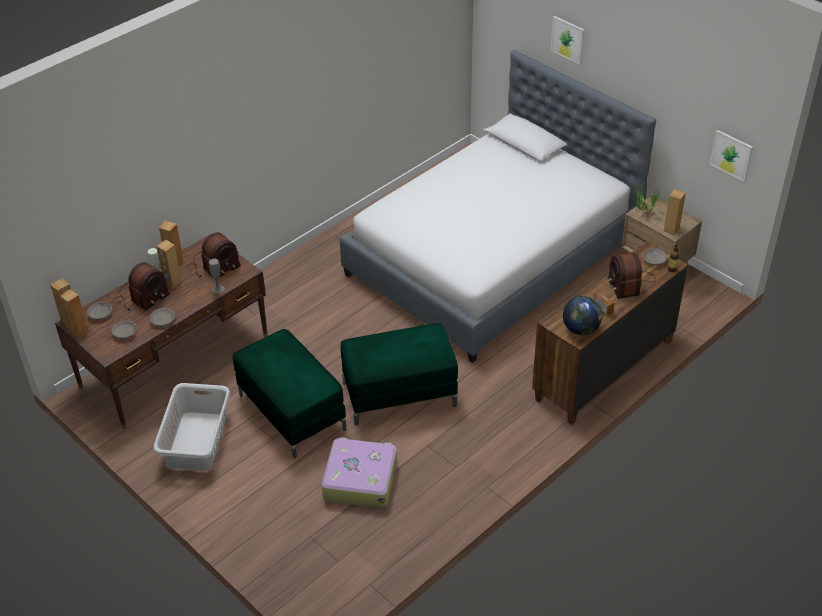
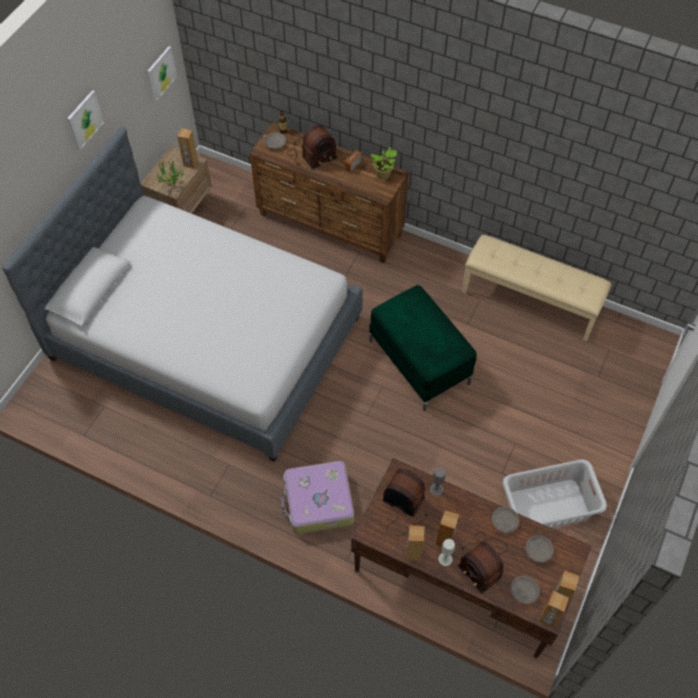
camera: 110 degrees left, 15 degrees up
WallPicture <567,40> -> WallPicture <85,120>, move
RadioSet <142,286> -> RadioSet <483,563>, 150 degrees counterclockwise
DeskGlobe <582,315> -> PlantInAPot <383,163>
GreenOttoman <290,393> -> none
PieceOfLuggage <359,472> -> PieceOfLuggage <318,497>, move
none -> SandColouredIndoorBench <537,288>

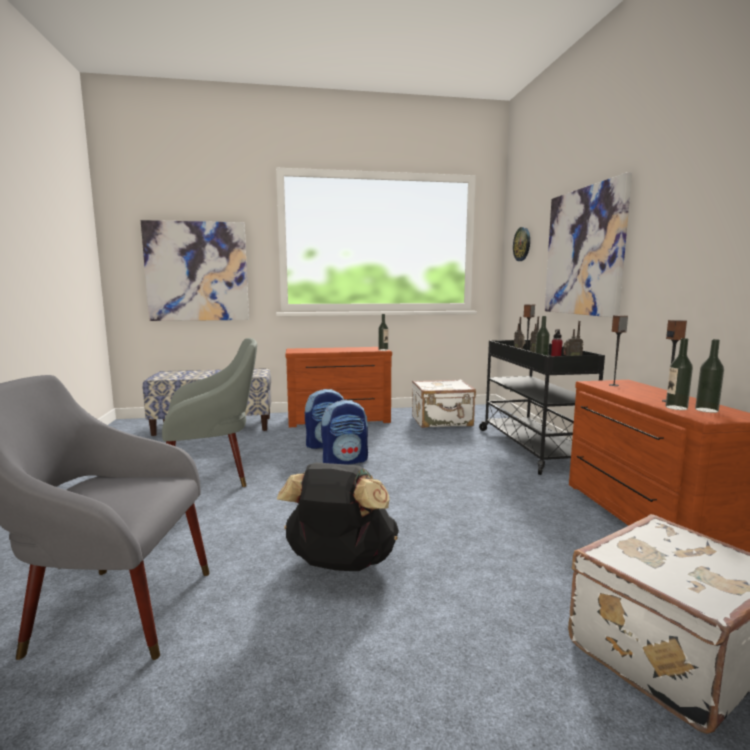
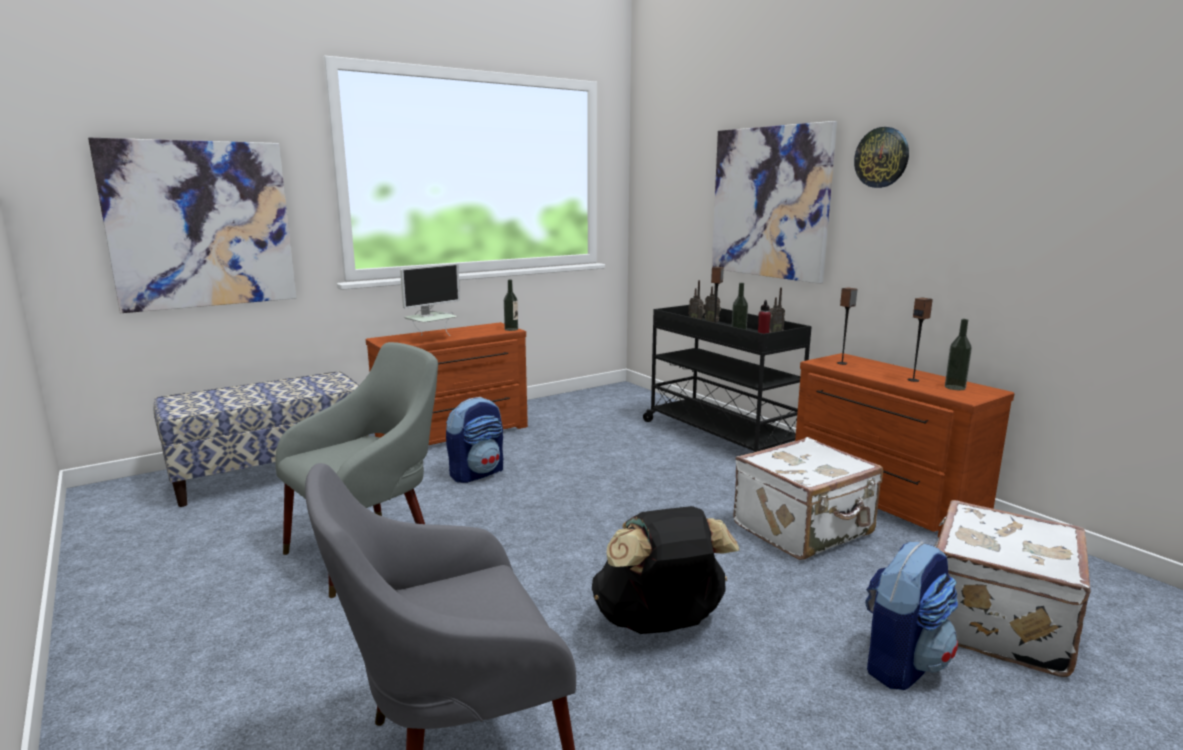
camera: 25 degrees left, 5 degrees up
HangingClock <521,244> -> HangingClock <881,157>, move
Bottle <679,374> -> none
WhitePieceOfLuggage <444,403> -> WhitePieceOfLuggage <808,498>, move
Backpack <344,432> -> Backpack <911,615>, move
none -> ComputerScreen <430,299>

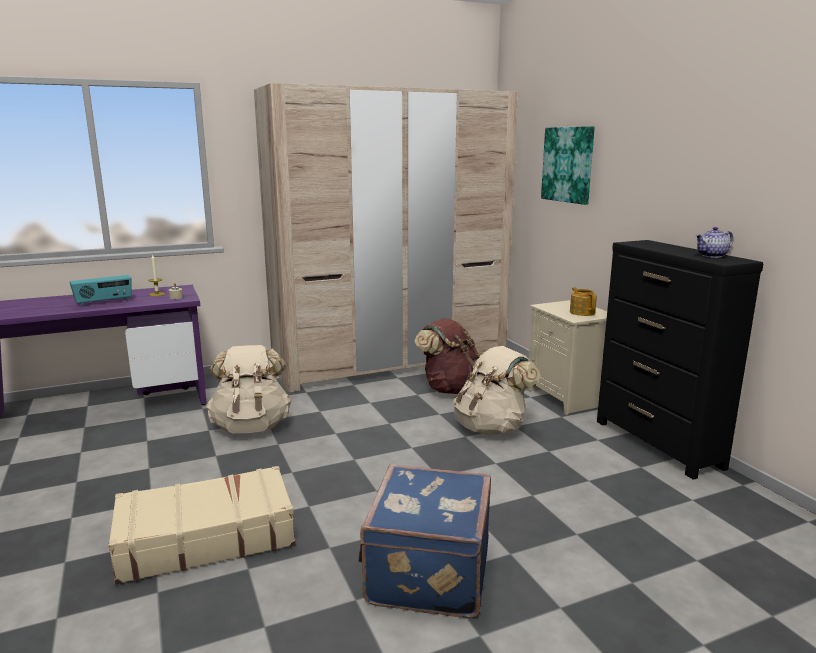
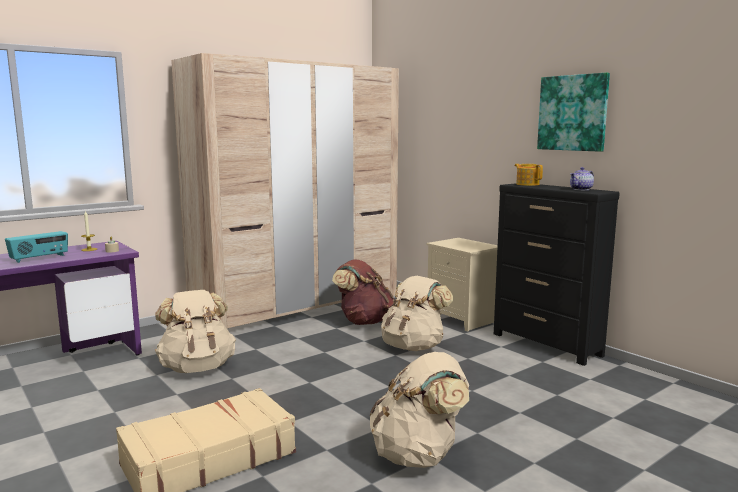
camera: 15 degrees left, 5 degrees down
WallPicture <568,165> -> WallPicture <573,112>, move
TeaPot <583,301> -> TeaPot <529,175>, move
BluishPieceOfLuggage <424,541> -> SandColouredBackpack <419,410>

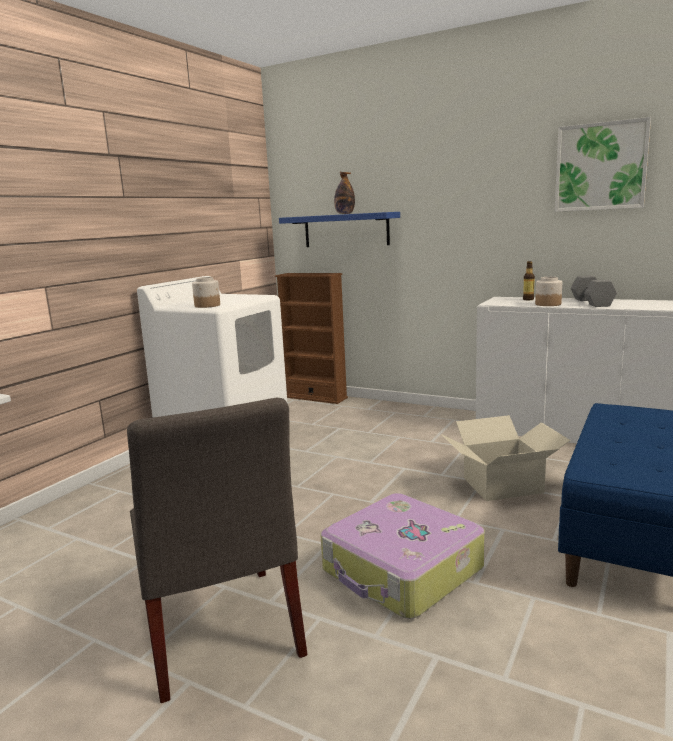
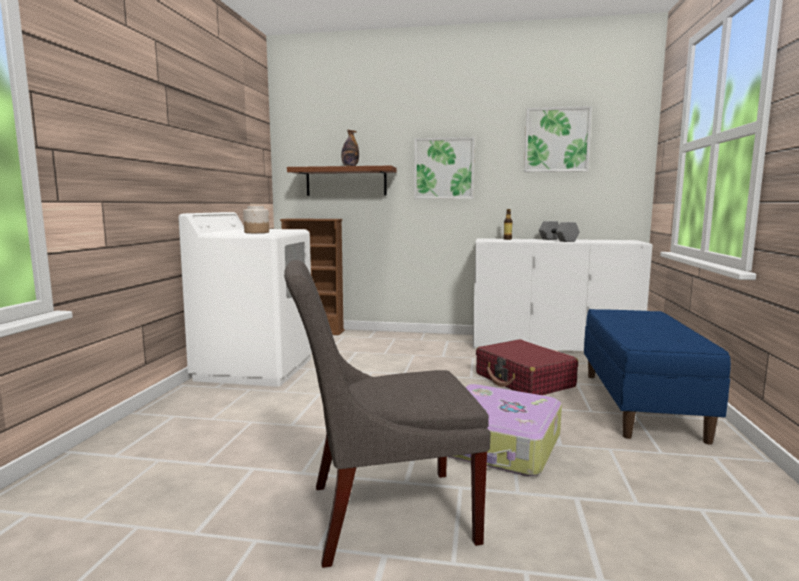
camera: 20 degrees left, 5 degrees down
BluishWallShelf <339,229> -> BrownColouredWallShelf <342,181>
Jar <548,291> -> none
GrayChair <217,550> -> GrayChair <387,414>, 120 degrees clockwise
Carton <506,458> -> RedPieceOfLuggage <527,367>
none -> WallPicture <444,168>

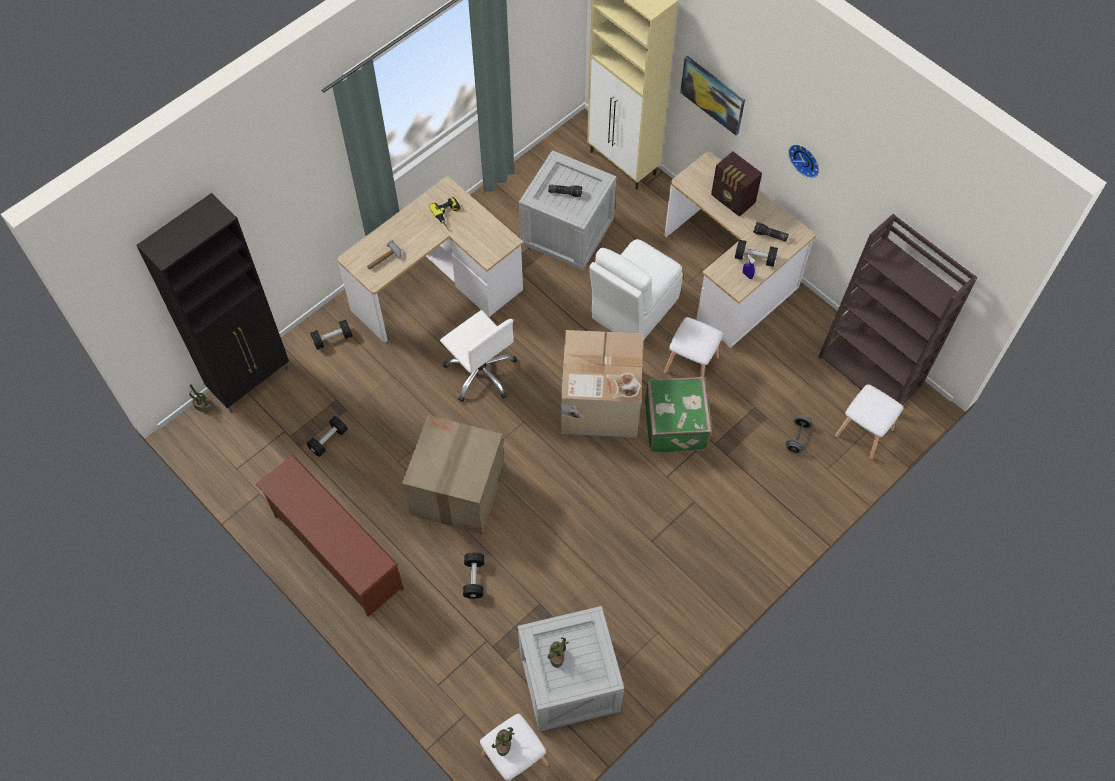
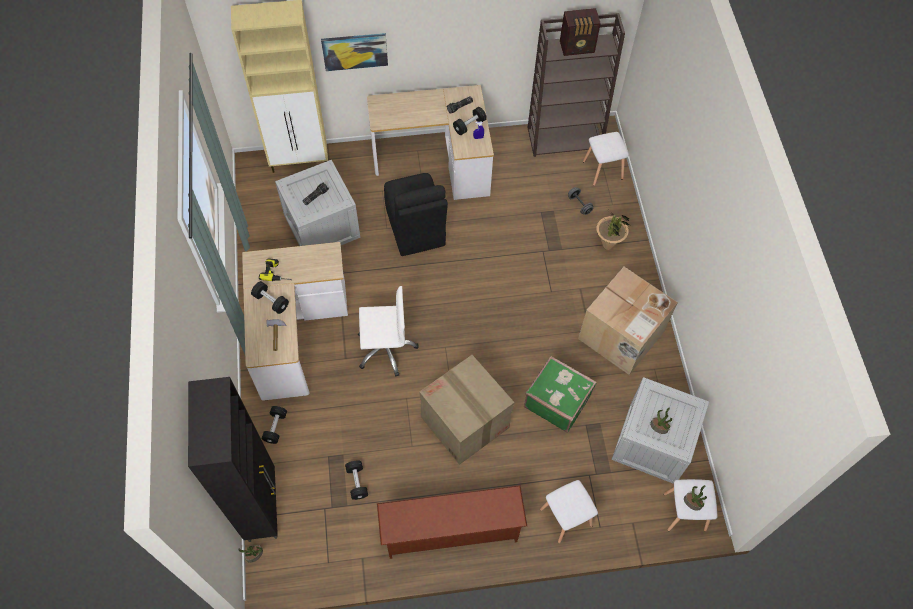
camera: 55 degrees left, 0 degrees up
HangingClock <803,161> -> none
RadioSet <736,184> -> RadioSet <580,32>, move
WhiteChair <636,289> -> BlackColouredChair <416,214>
WhiteStool <693,347> -> WhiteStool <569,511>, move
Carton <602,384> -> Carton <628,321>, move
GreenPieceOfLuggage <679,415> -> GreenPieceOfLuggage <560,394>, move
BlackColouredFreeWeight <473,576> -> BlackColouredFreeWeight <270,297>, move
none -> PlantInAPot <613,230>

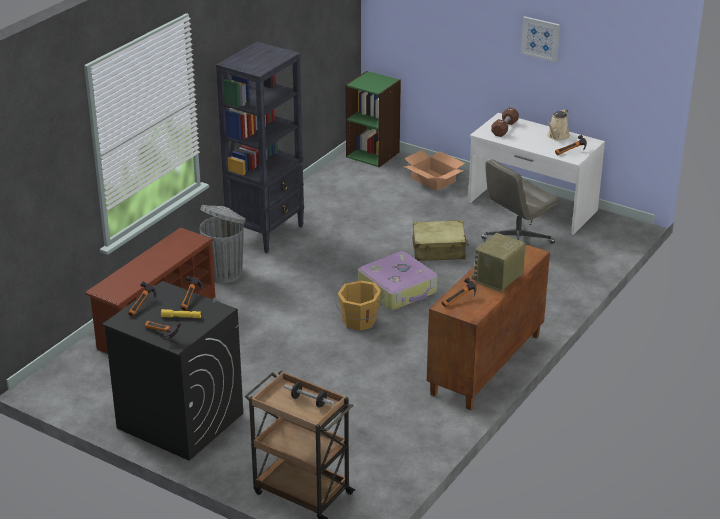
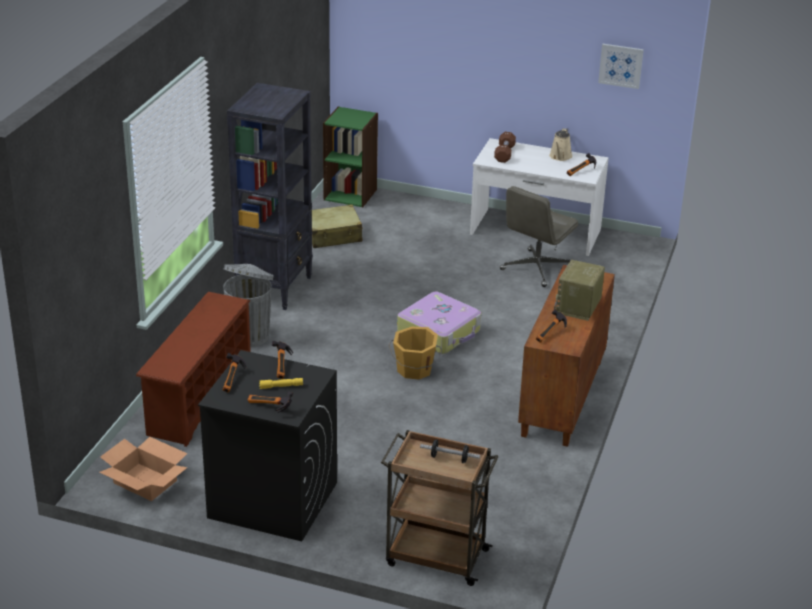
camera: 15 degrees left, 0 degrees up
WallPicture <540,39> -> WallPicture <621,66>, move
Carton <434,170> -> Carton <143,469>, move
SandColouredPieceOfLuggage <440,240> -> SandColouredPieceOfLuggage <337,226>, move

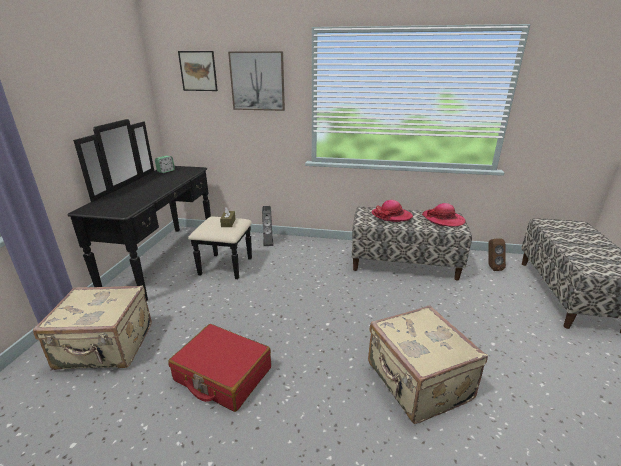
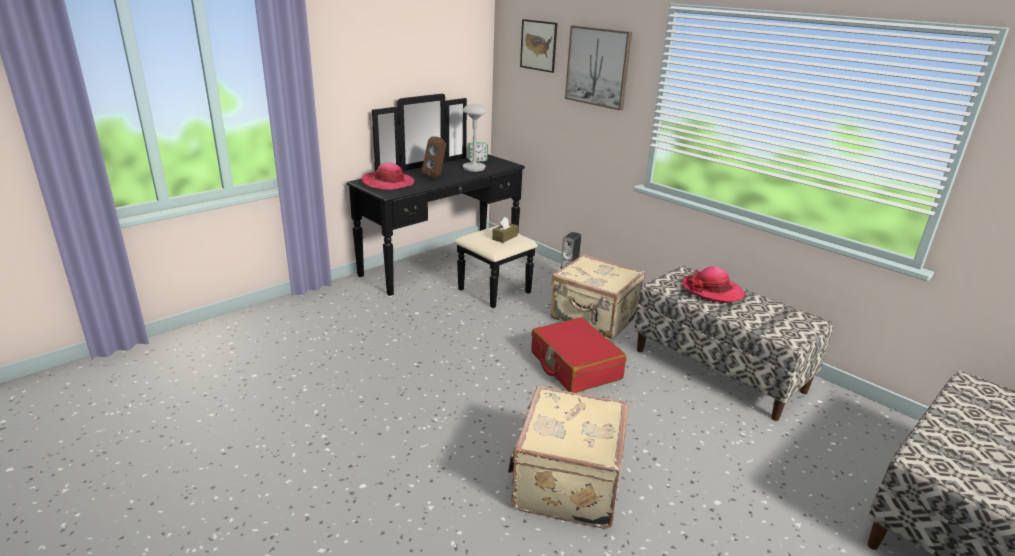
camera: 35 degrees right, 0 degrees up
WearableHat <444,215> -> WearableHat <388,176>, move
BrownColouredSpeaker <497,254> -> BrownColouredSpeaker <434,157>, move
SandColouredPieceOfLuggage <92,327> -> SandColouredPieceOfLuggage <598,296>, move
RedPieceOfLuggage <219,368> -> RedPieceOfLuggage <578,355>, move
none -> GrayLampForATable <475,138>

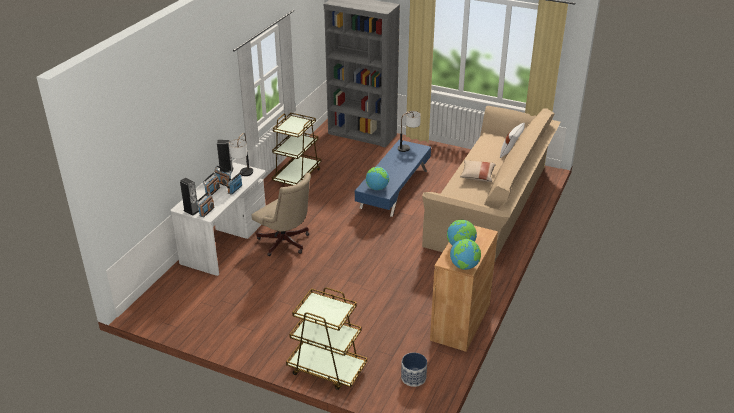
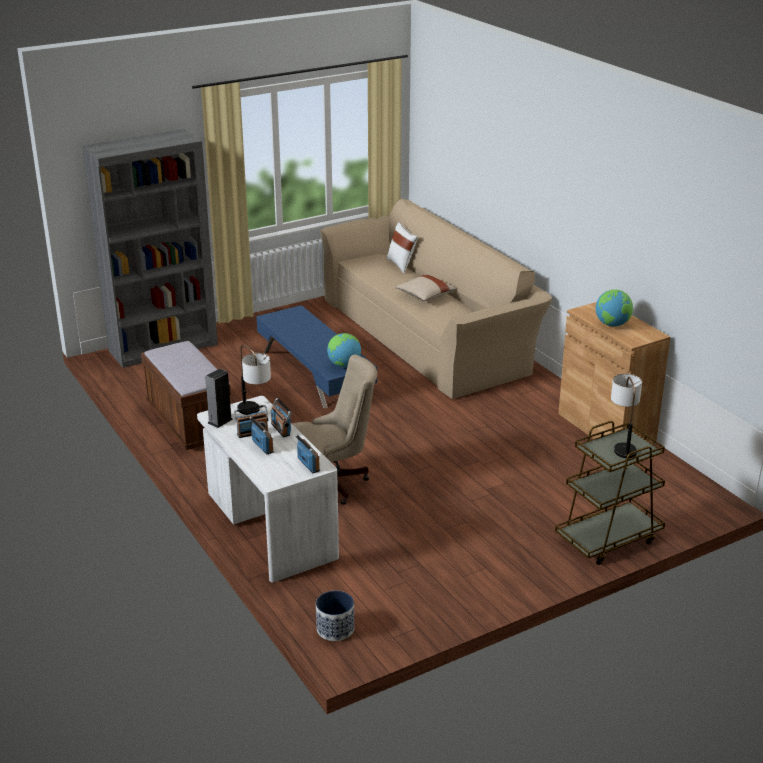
camera: 55 degrees left, 5 degrees down
LampForATable <409,131> -> LampForATable <626,416>, move
BrownColouredTrolley <296,149> -> BrownColouredIndoorBench <186,395>
Speaker <189,197> -> none
DeskGlobe <465,254> -> none
FlowerPot <414,370> -> FlowerPot <335,616>, move

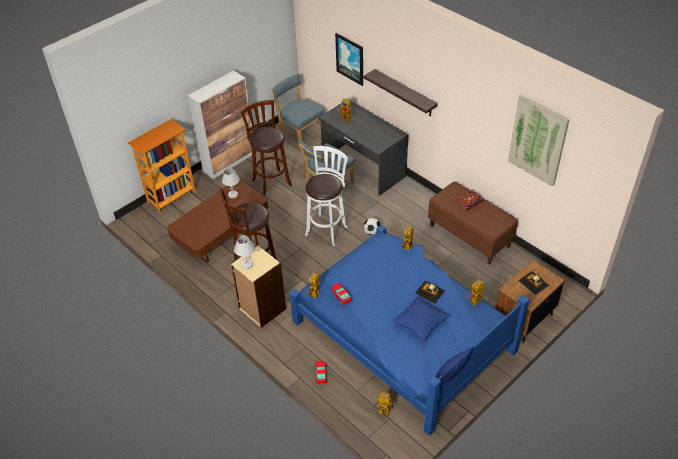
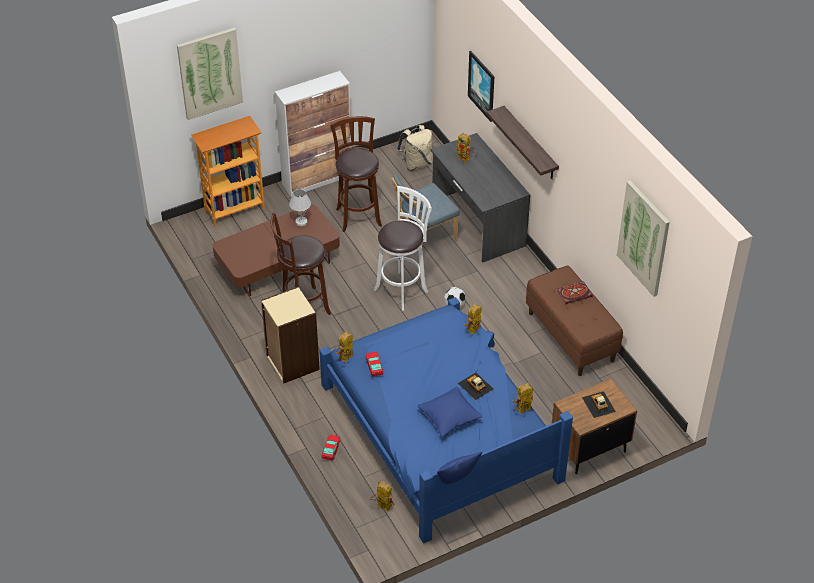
camera: 15 degrees right, 0 degrees up
BluishChair <297,111> -> SandColouredBackpack <414,148>
WhiteLampForATable <244,252> -> none
none -> WallPicture <210,73>

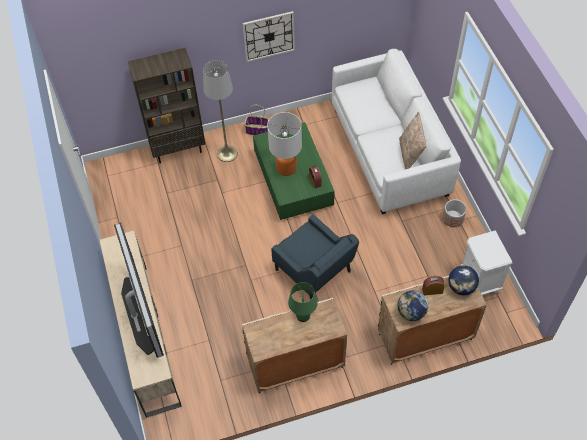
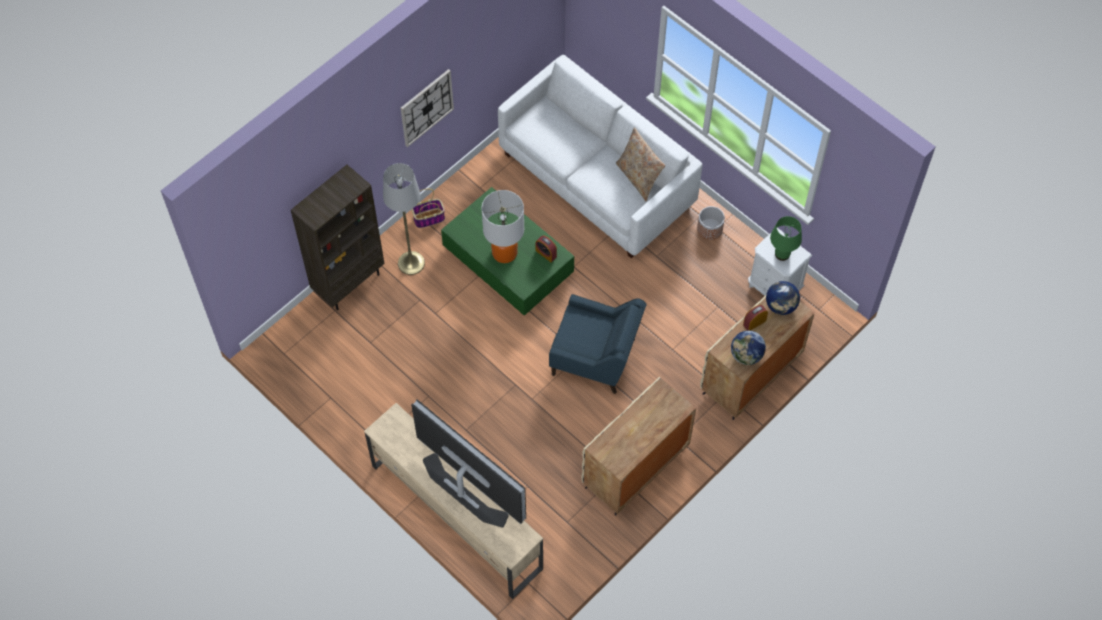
camera: 30 degrees left, 5 degrees up
GreenLampForATable <303,302> -> GreenLampForATable <786,238>, move

